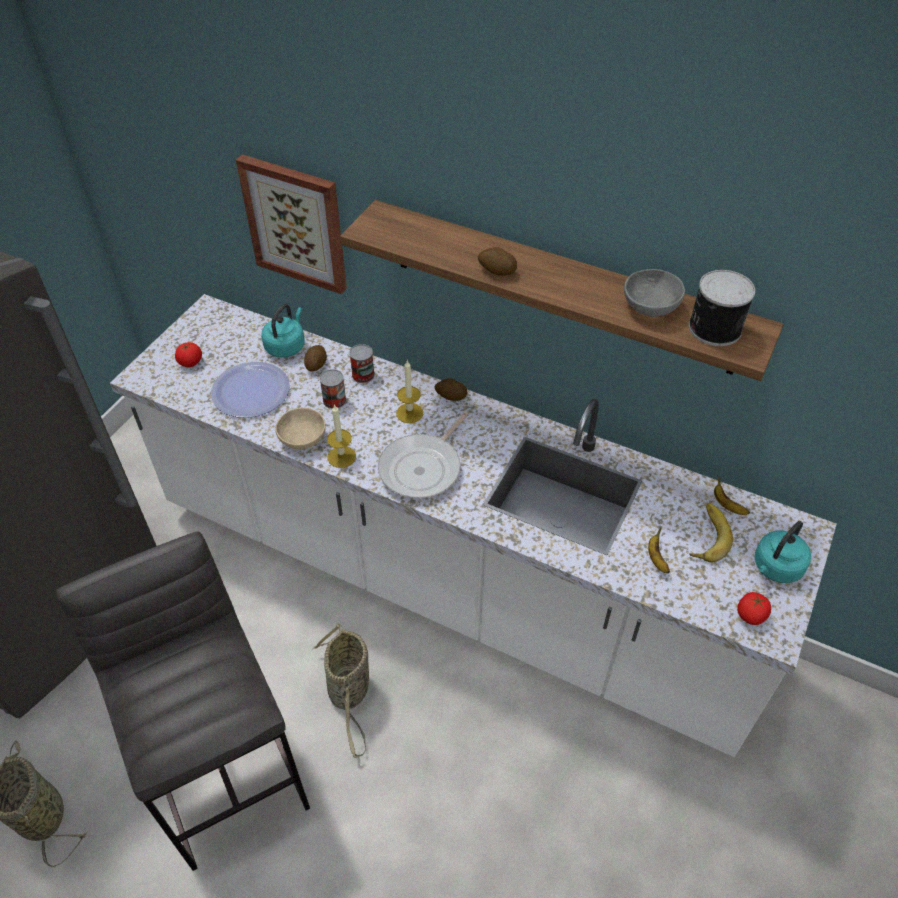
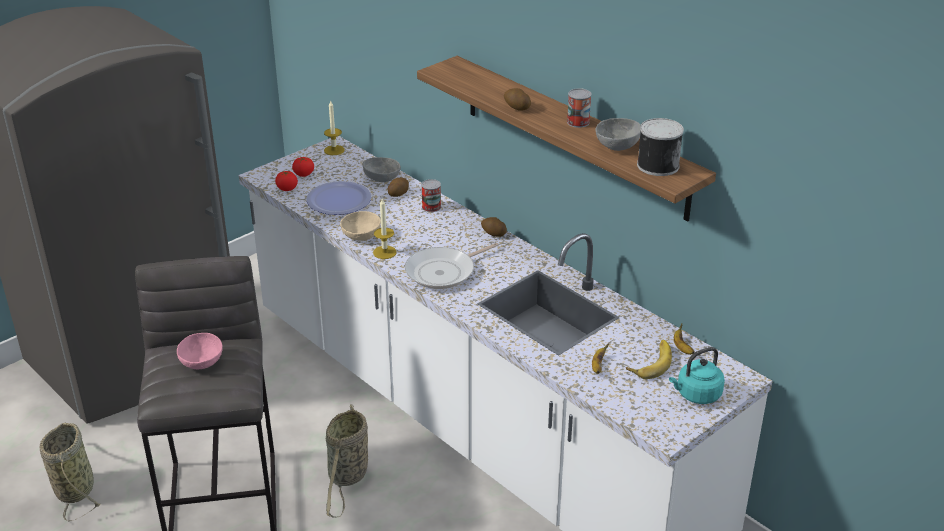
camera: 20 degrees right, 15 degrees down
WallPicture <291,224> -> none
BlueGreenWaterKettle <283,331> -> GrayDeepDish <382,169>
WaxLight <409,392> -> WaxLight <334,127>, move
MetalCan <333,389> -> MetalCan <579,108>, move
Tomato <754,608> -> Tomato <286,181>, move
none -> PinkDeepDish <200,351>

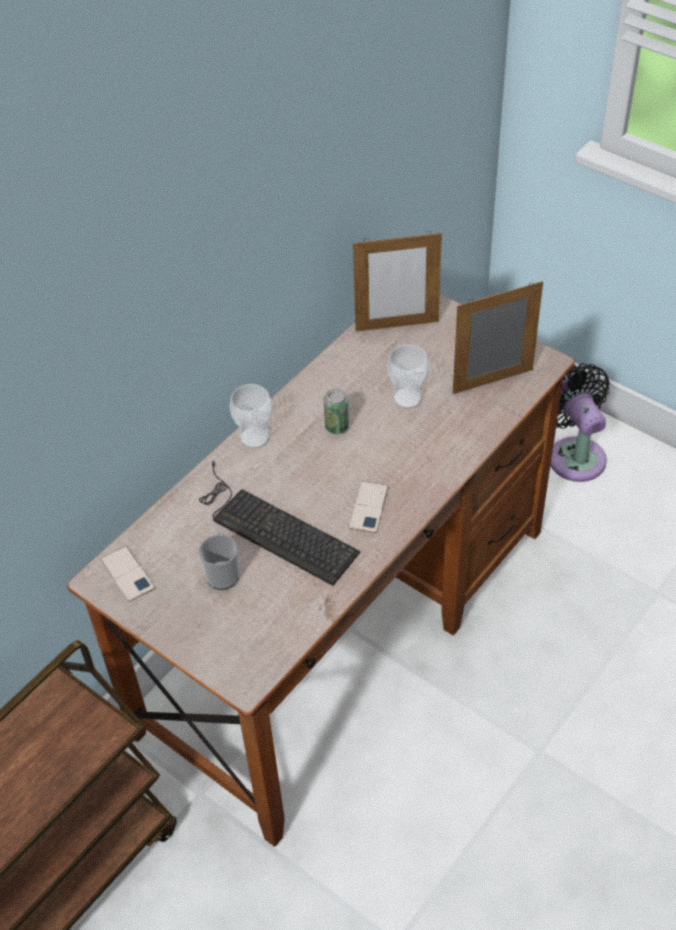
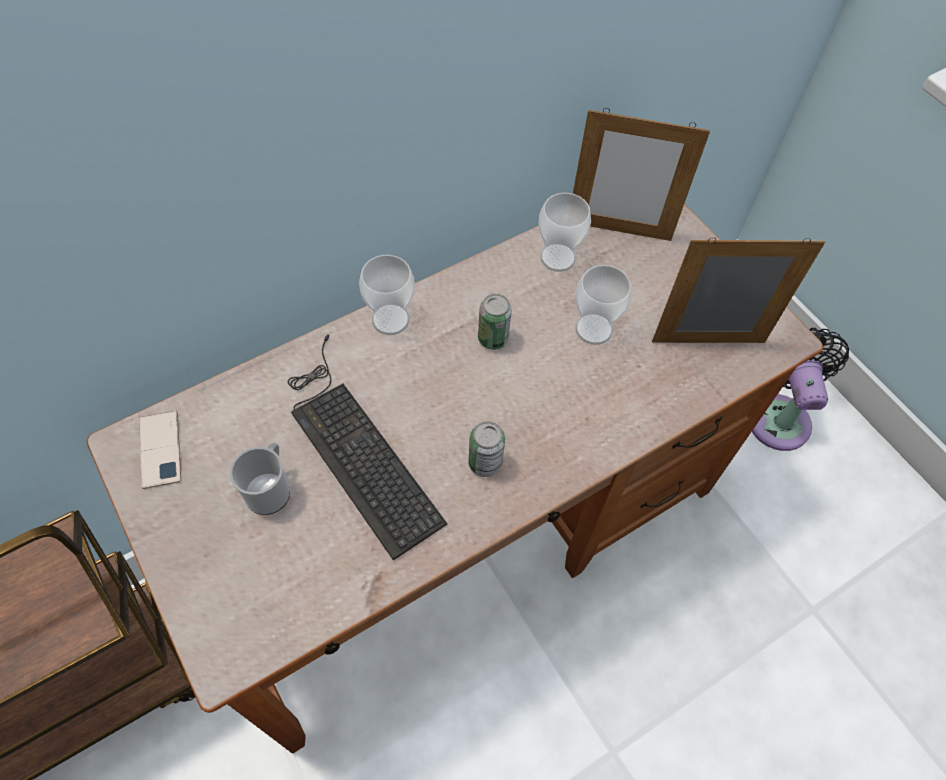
camera: 15 degrees right, 10 degrees up
Phone <368,507> -> MetalCan <486,449>
none -> DrinkingCup <564,232>

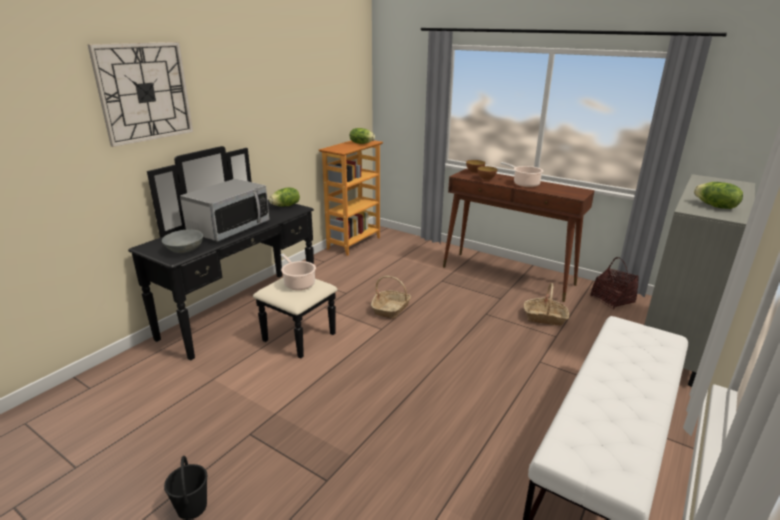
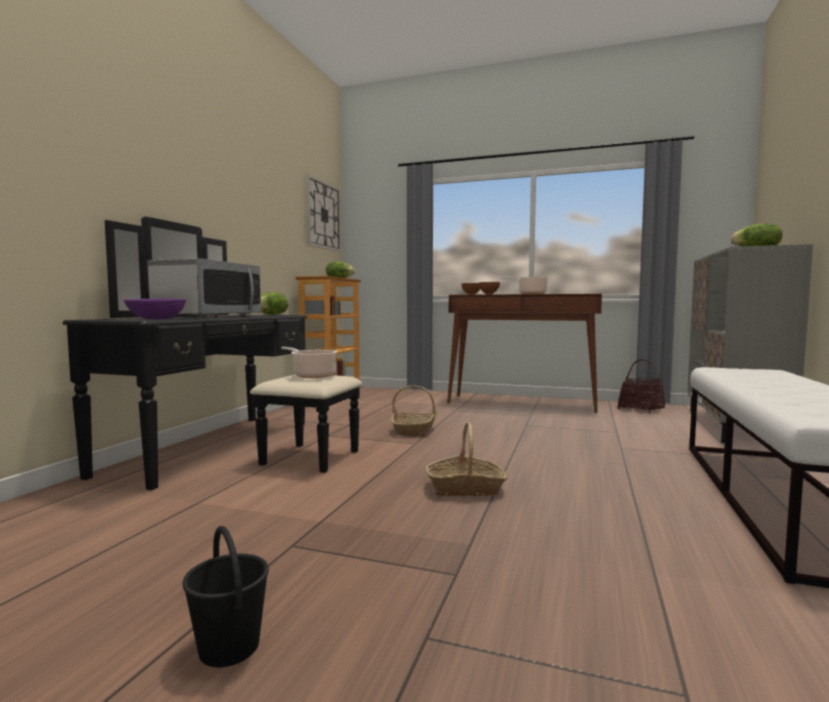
camera: 15 degrees left, 20 degrees down
HangingClock <140,94> -> HangingClock <323,213>, move
GrayDeepDish <182,241> -> PurpleColouredDeepDish <155,309>
HouseholdBasket <546,304> -> HouseholdBasket <466,459>, move

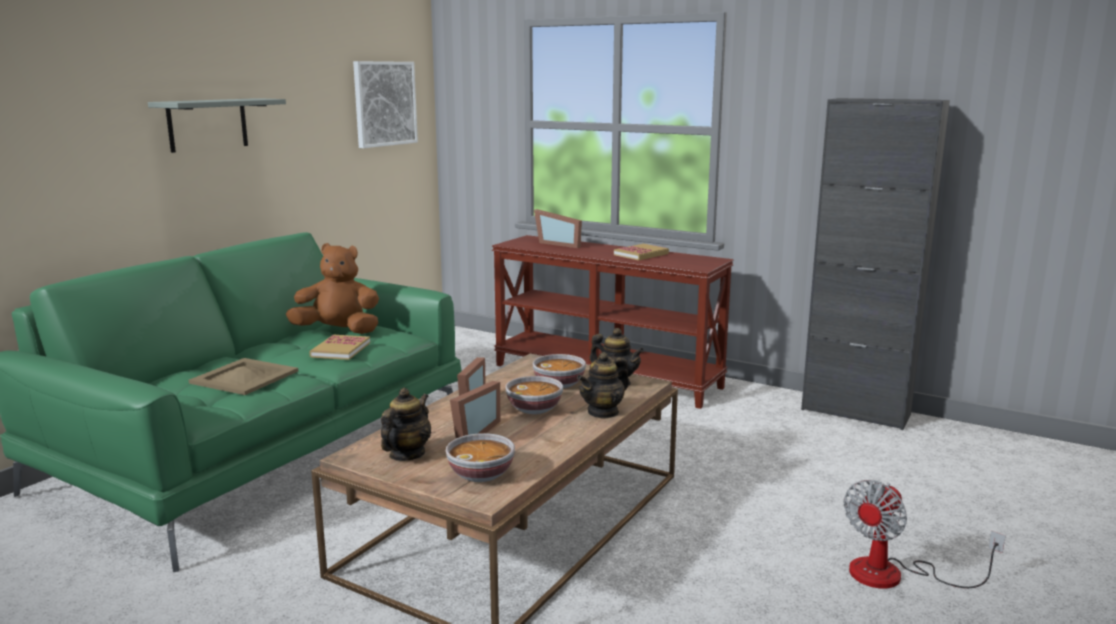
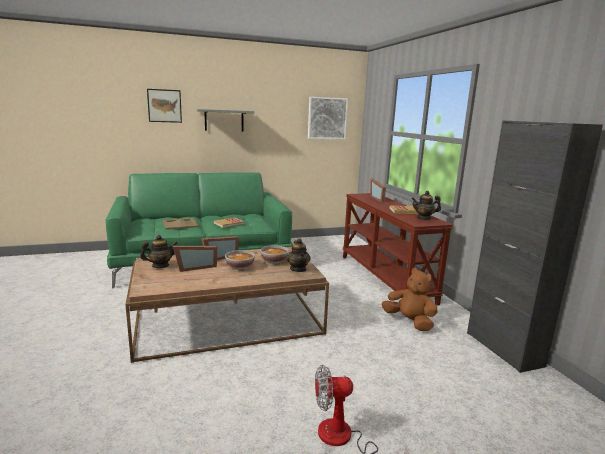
camera: 40 degrees right, 0 degrees up
BrownColouredPlushToy <332,288> -> BrownColouredPlushToy <410,299>, move
TeaPot <603,385> -> TeaPot <426,205>, move
DeepDish <480,457> -> none
none -> WallPicture <164,106>

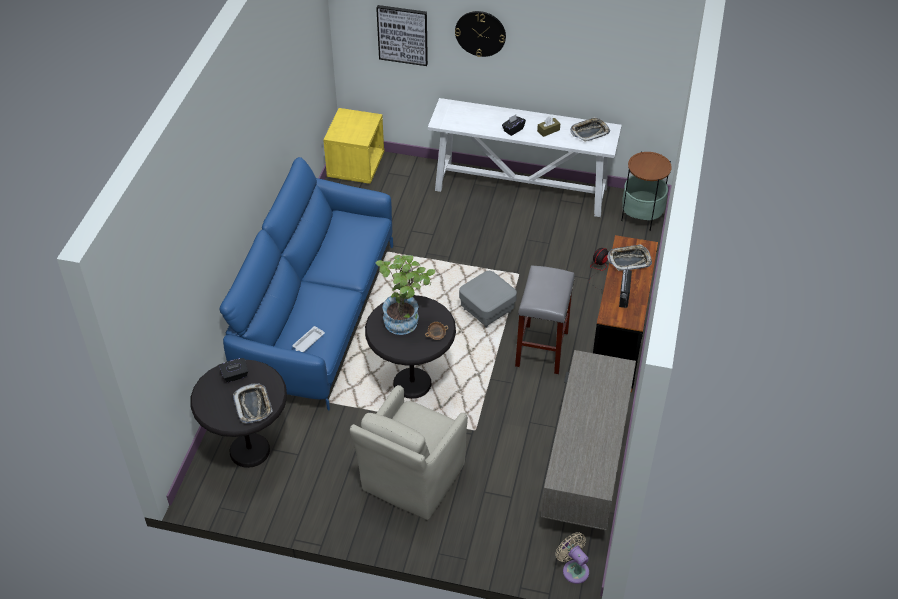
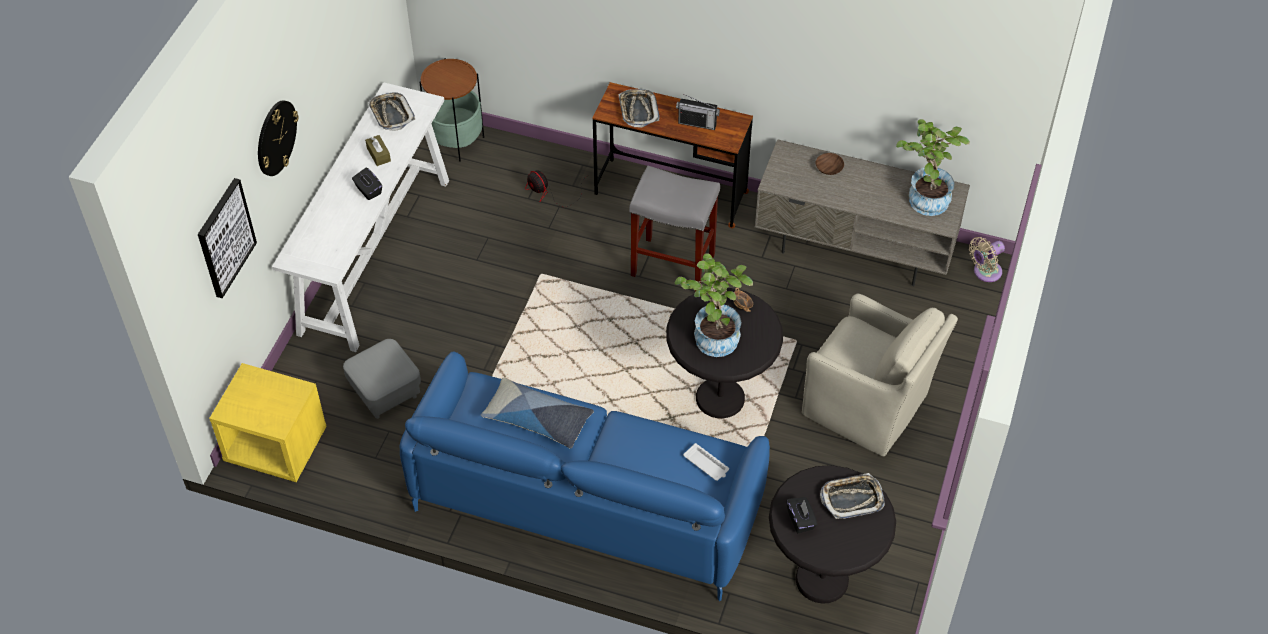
camera: 85 degrees left, 5 degrees up
GrayOttoman <488,299> -> GrayOttoman <382,379>, move
none -> PlantInAPot <933,167>
none -> BrownColouredDeepDish <830,164>
none -> Cushion <537,413>

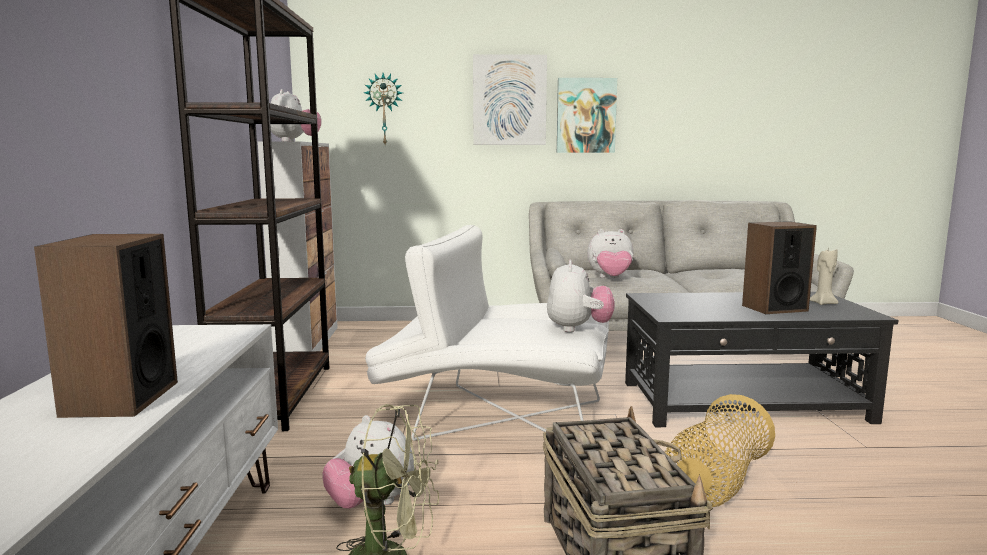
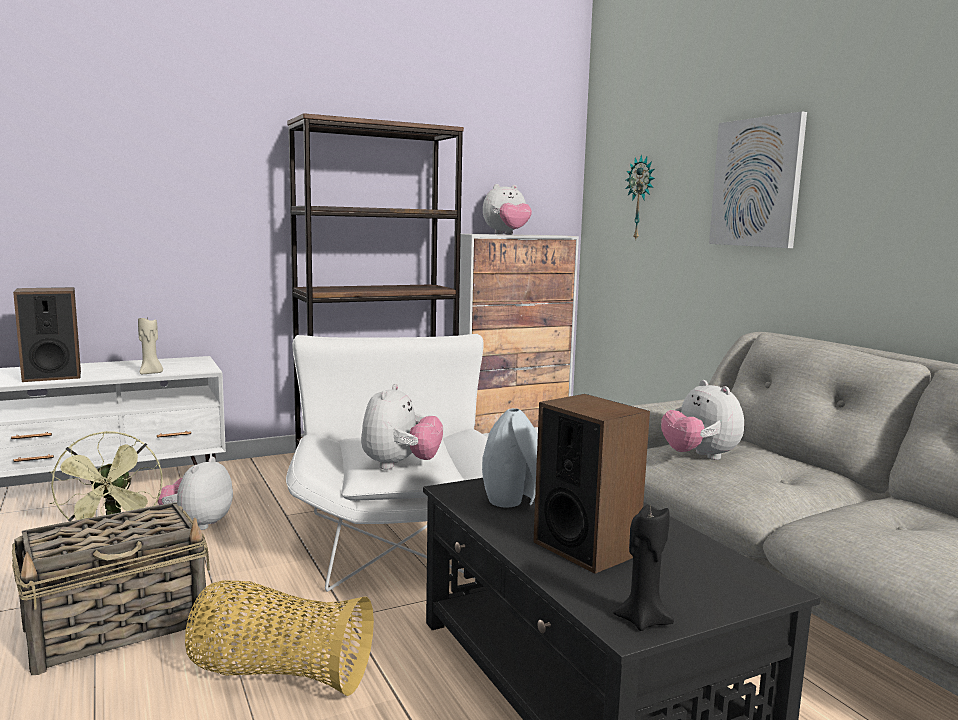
camera: 65 degrees right, 0 degrees up
WallPicture <587,115> -> none
SandColouredWaxLight <824,277> -> SandColouredWaxLight <150,345>, move
PlushToy <581,296> -> PlushToy <402,426>, 60 degrees counterclockwise
none -> GrayFlowerVase <510,458>
none -> BlackColouredWaxLight <643,568>

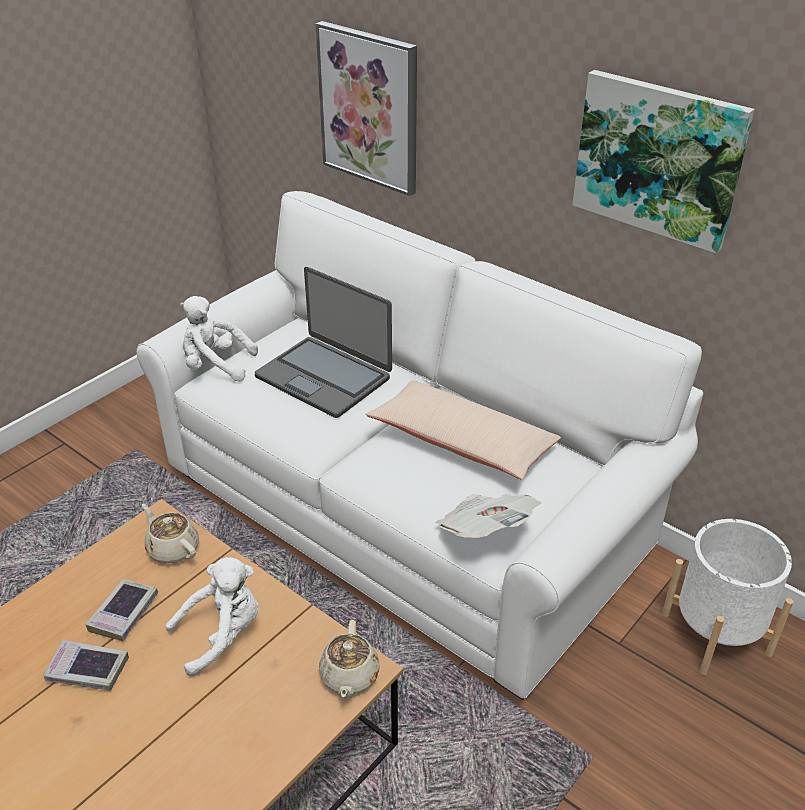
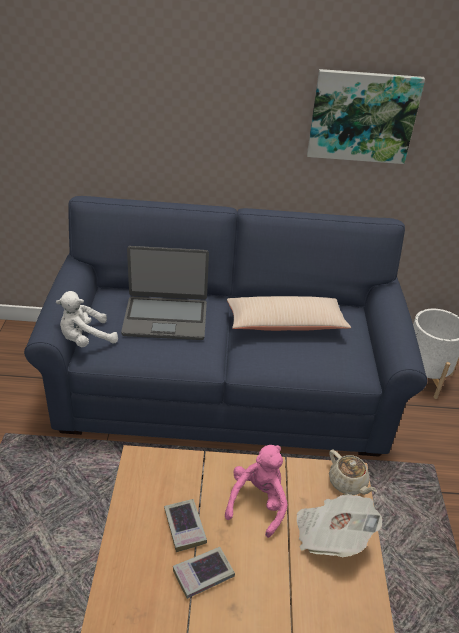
camera: 40 degrees left, 0 degrees up
WallPicture <366,108> -> none
WhiteCouch <420,445> -> BluishCouch <225,326>
PrintedPaper <488,516> -> PrintedPaper <339,525>, move
SandColouredTeaPot <170,533> -> none
WhitePlushToy <212,617> -> PinkPlushToy <256,491>

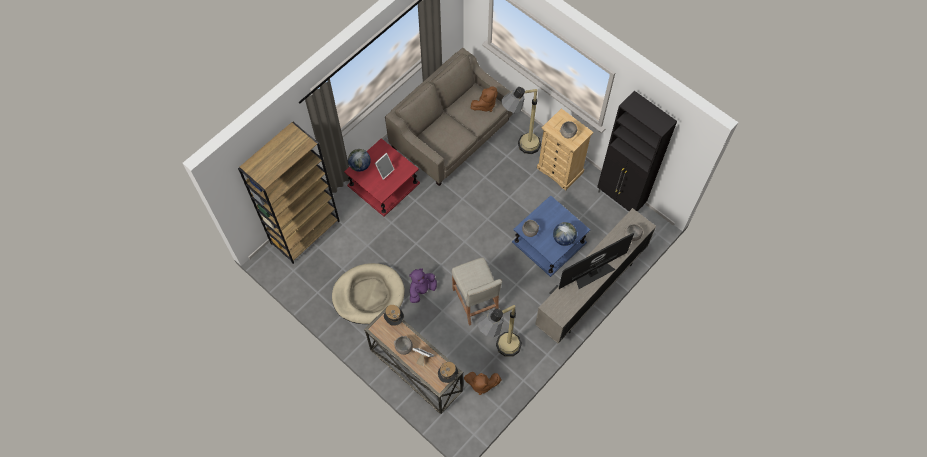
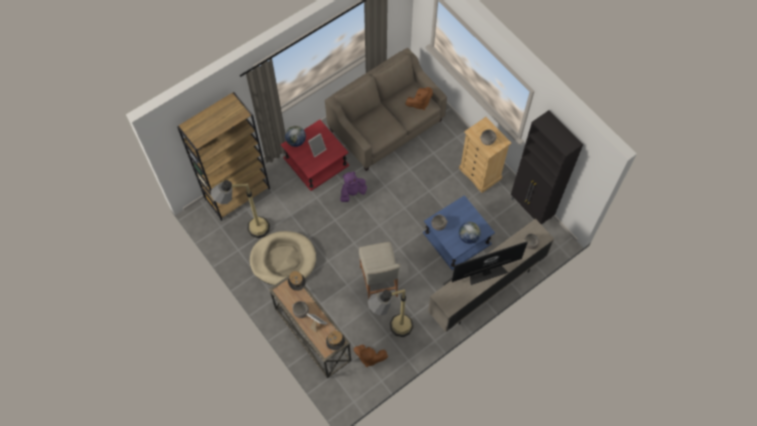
camera: 10 degrees right, 0 degrees up
StandardLamp <521,120> -> StandardLamp <240,209>, move
PurpleColouredPlushToy <423,285> -> PurpleColouredPlushToy <353,187>, move

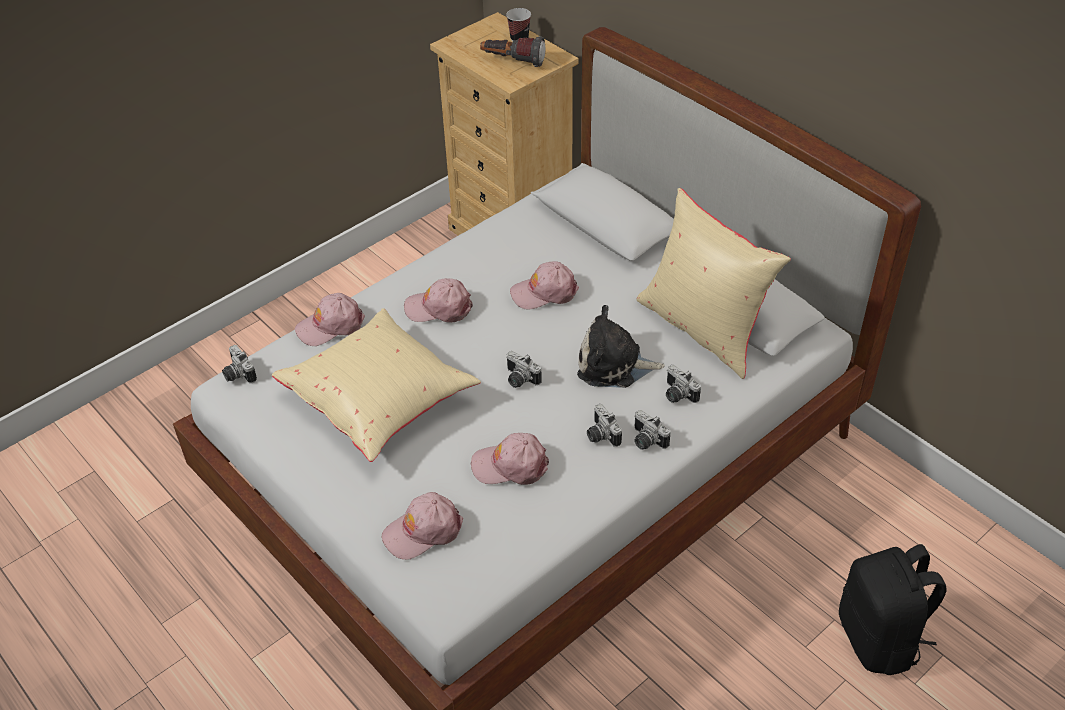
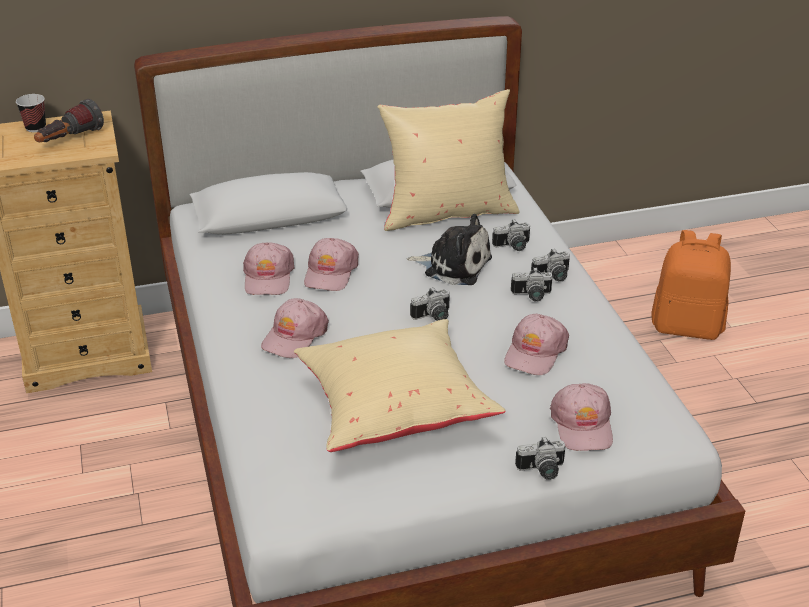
camera: 65 degrees left, 10 degrees down
PinkCap <330,319> -> PinkCap <268,268>, move
PlushToy <621,346> -> PlushToy <449,249>, 105 degrees counterclockwise
PhotoCamera <239,364> -> PhotoCamera <540,458>, move
BlackColouredBackpack <892,609> -> OrangeBackpack <691,285>

